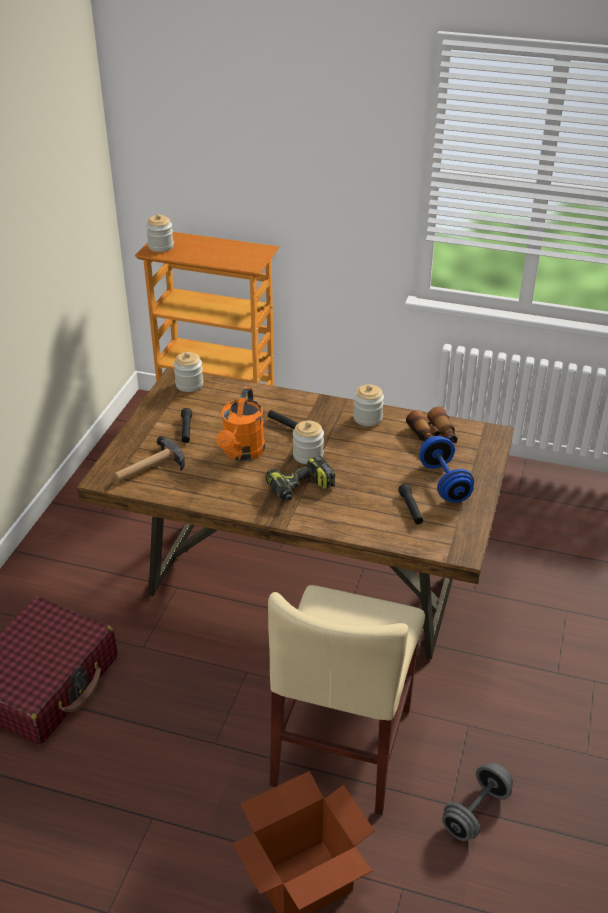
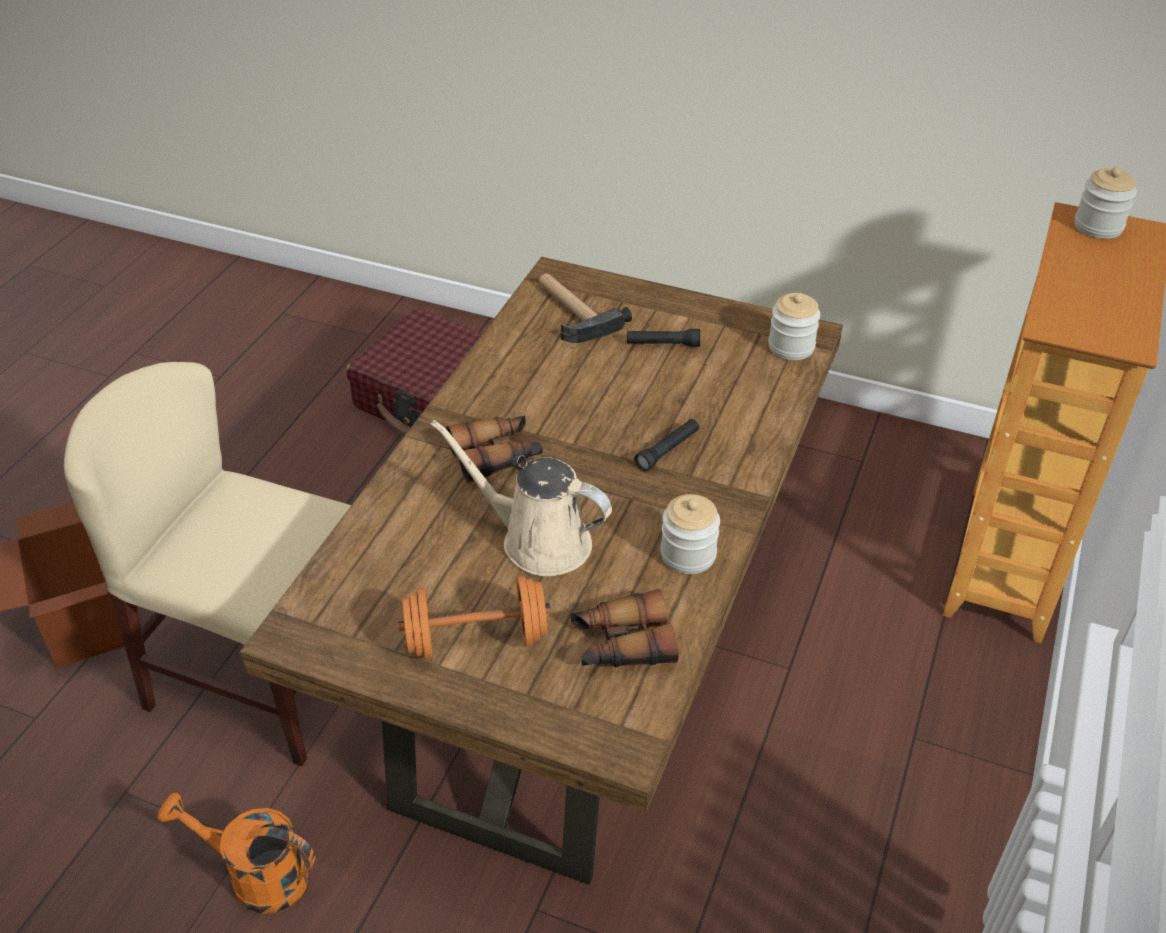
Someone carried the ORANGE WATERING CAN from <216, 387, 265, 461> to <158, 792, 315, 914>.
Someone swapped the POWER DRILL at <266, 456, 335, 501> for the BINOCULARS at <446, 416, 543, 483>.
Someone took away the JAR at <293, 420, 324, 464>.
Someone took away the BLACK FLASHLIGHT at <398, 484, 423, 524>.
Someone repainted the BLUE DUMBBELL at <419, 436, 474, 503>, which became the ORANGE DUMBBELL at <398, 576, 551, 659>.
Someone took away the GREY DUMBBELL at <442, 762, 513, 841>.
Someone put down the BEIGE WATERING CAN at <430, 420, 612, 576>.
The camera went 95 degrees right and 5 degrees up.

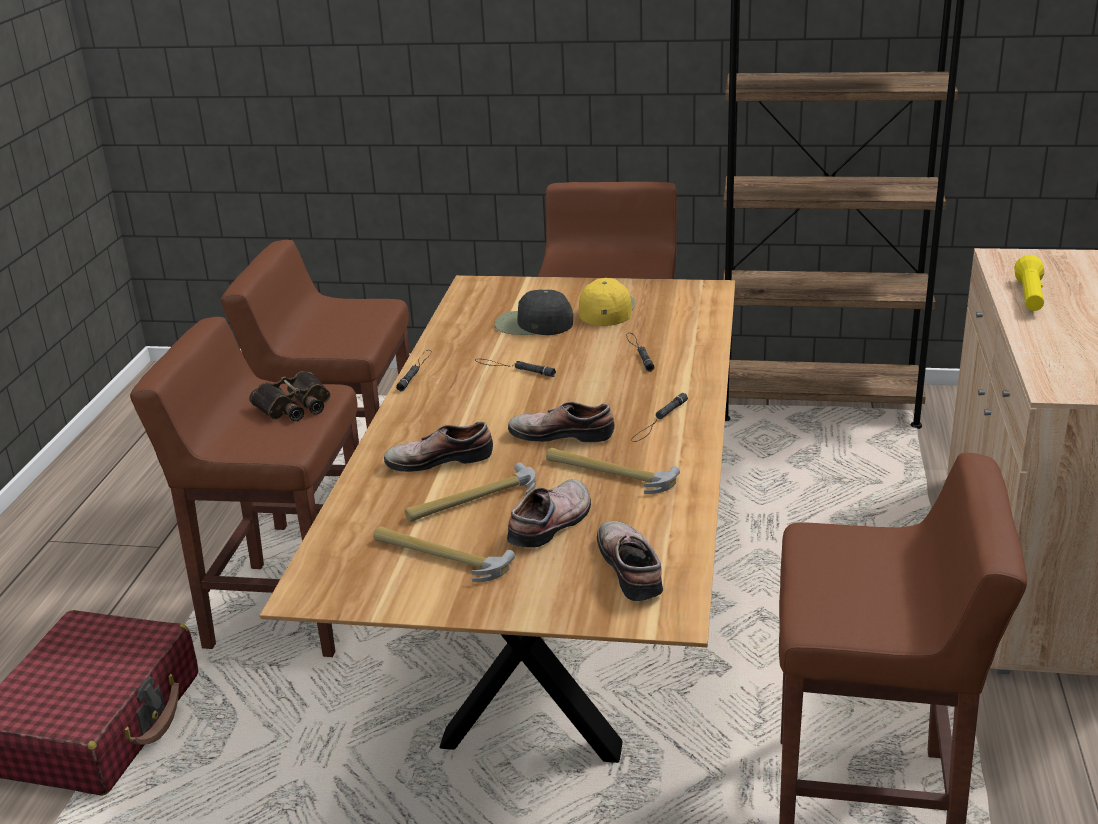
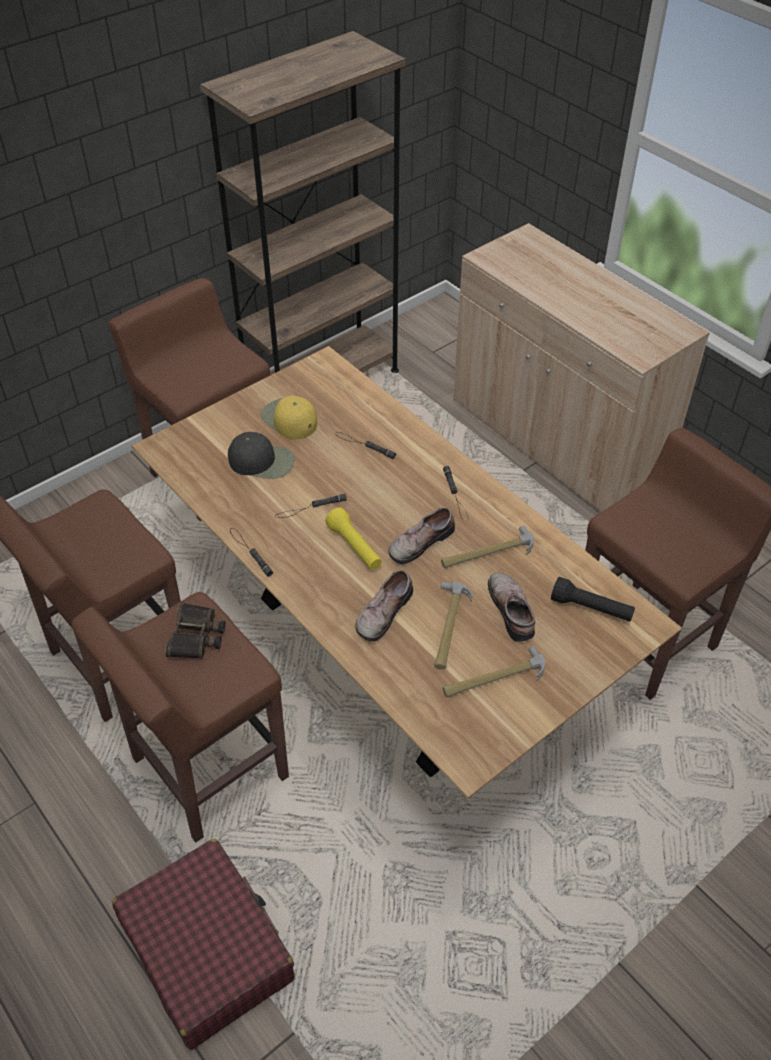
Someone rotated the BLACK CAP at <494, 289, 573, 335> by 135 degrees counterclockwise.
Someone swapped the SHOE at <597, 521, 663, 601> for the BLACK FLASHLIGHT at <551, 577, 635, 622>.
Someone carried the YELLOW FLASHLIGHT from <1014, 255, 1044, 311> to <325, 507, 382, 570>.
The camera went 50 degrees left and 20 degrees up.

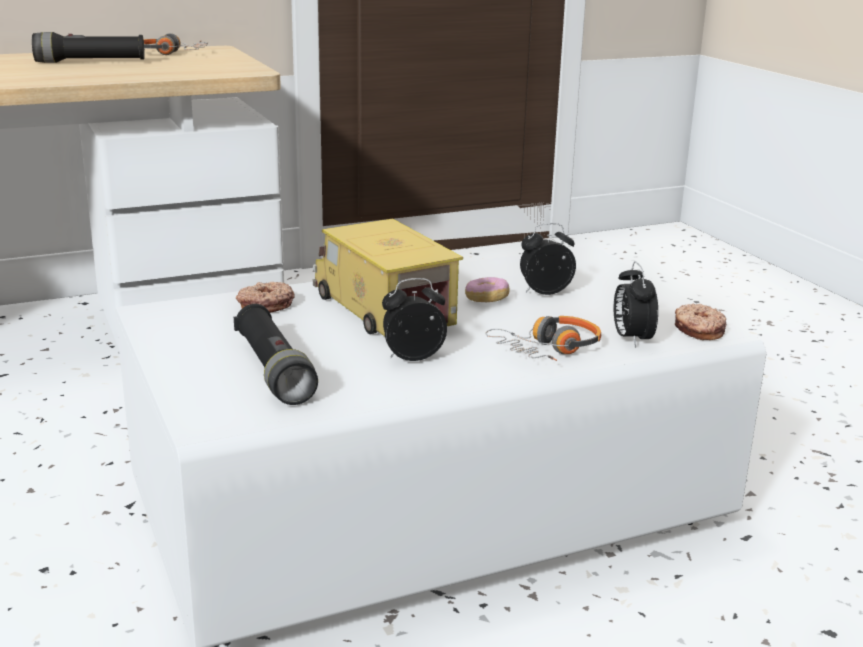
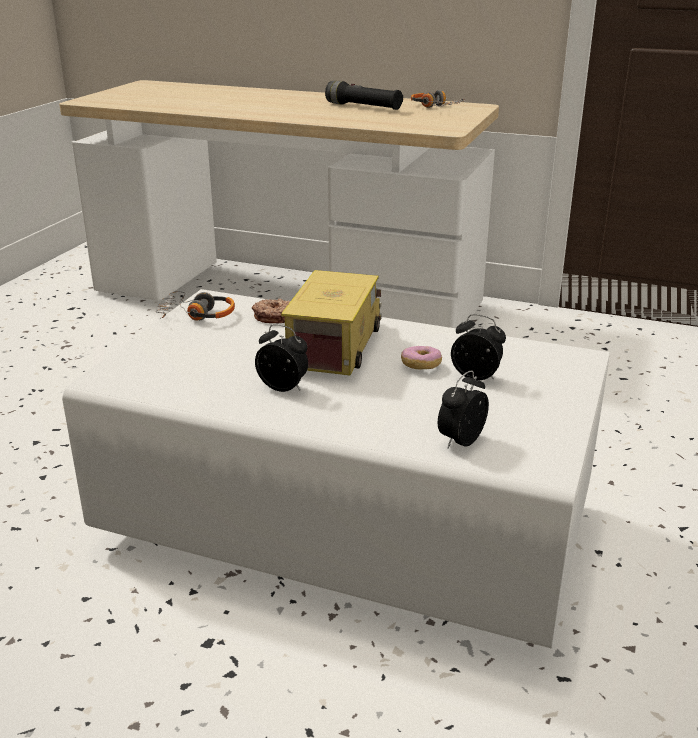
Someone took away the BLACK FLASHLIGHT at <234, 304, 318, 405>.
Someone carried the HEADPHONES from <485, 316, 601, 361> to <156, 291, 235, 320>.
Someone took away the DONUT at <675, 304, 726, 340>.
The camera went 45 degrees right and 5 degrees up.

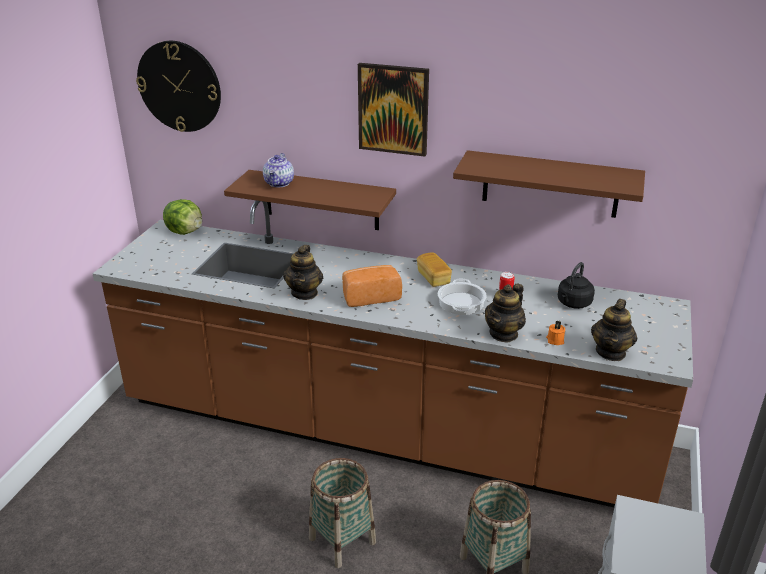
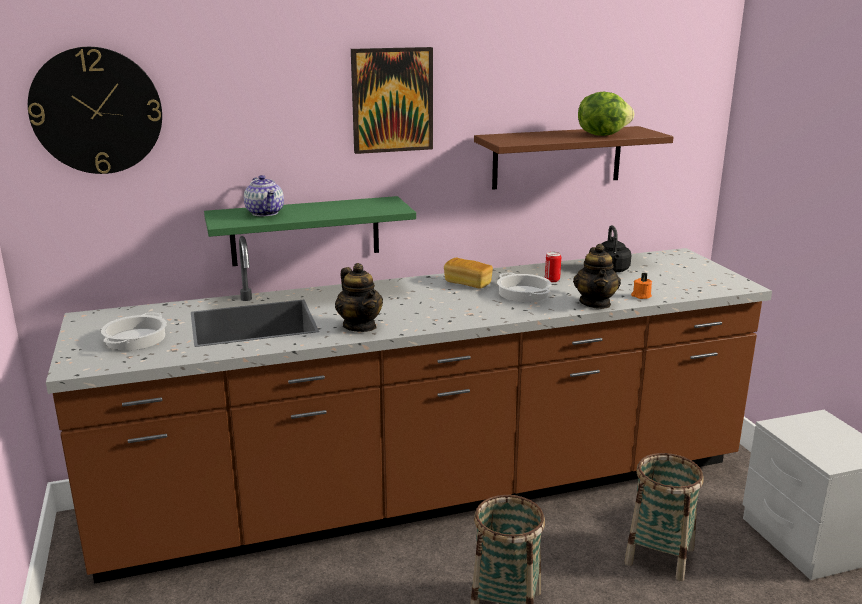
Someone carried the LETTUCE from <163, 199, 202, 235> to <578, 92, 634, 136>.
Someone repainted the BROWN SHELF at <224, 170, 396, 230>, which became the GREEN SHELF at <204, 196, 416, 266>.
Someone took away the BREAD at <342, 265, 402, 307>.
Someone took away the TEAPOT at <591, 299, 637, 361>.
Someone put down the COOKING POT at <101, 313, 167, 350>.
The camera went 35 degrees left and 10 degrees down.

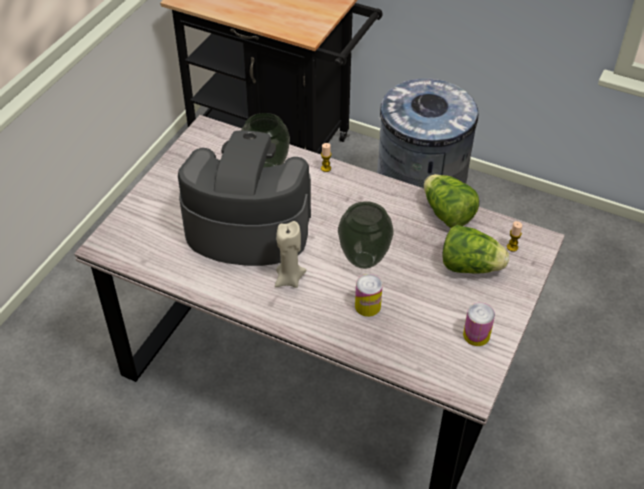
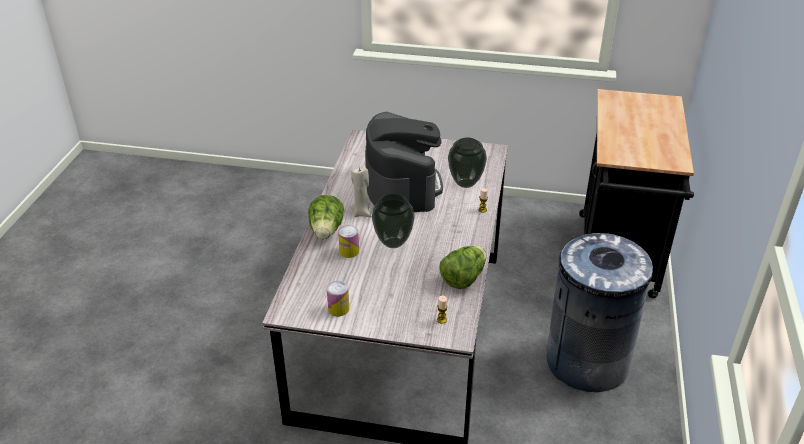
Someone carried the LETTUCE from <442, 225, 509, 274> to <308, 195, 344, 239>.
The camera went 75 degrees right and 10 degrees down.

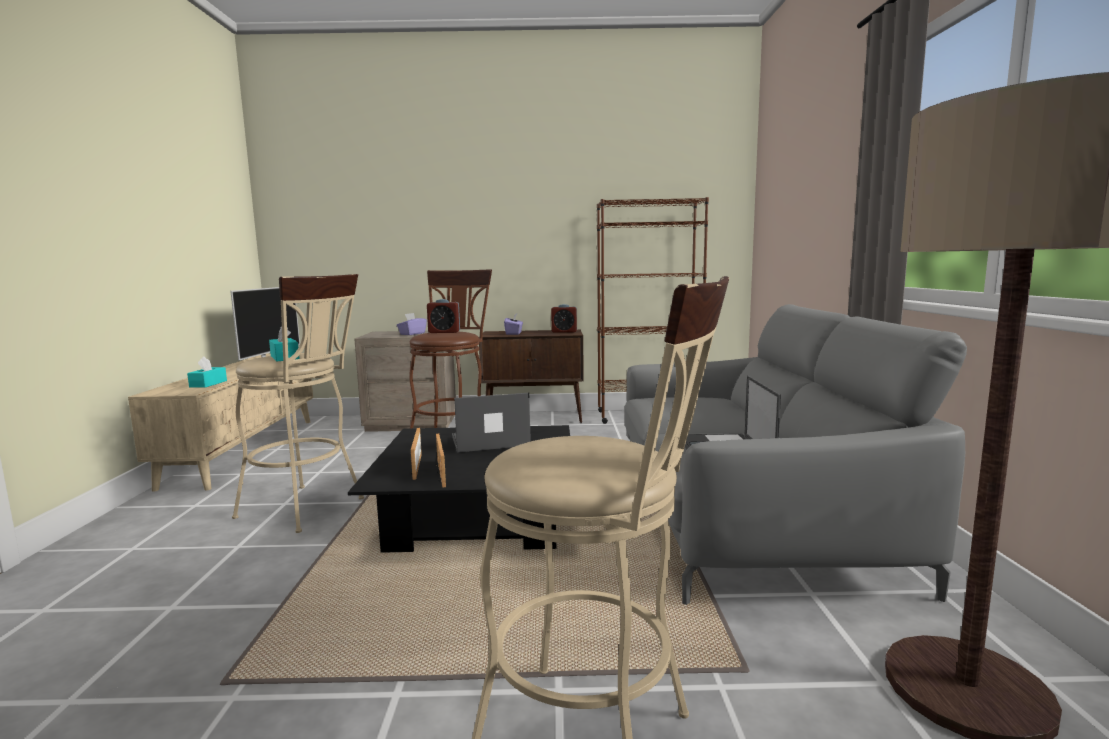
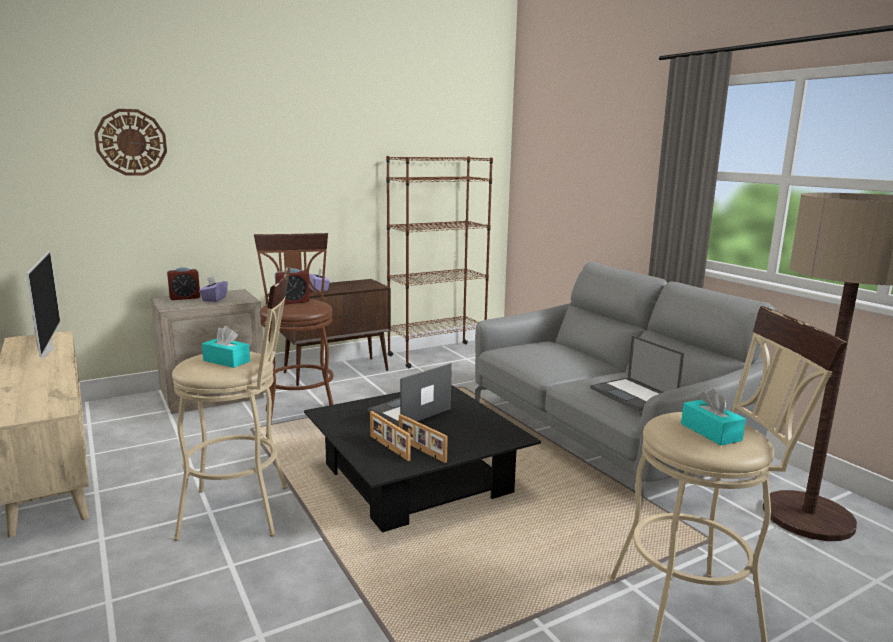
Someone carried the TURQUOISE TISSUE BOX from <187, 356, 227, 388> to <681, 389, 746, 446>.
Someone carried the ALARM CLOCK from <551, 304, 577, 333> to <167, 267, 200, 300>.
Someone put up the WALL CLOCK at <94, 109, 167, 176>.
The camera went 30 degrees left and 5 degrees up.

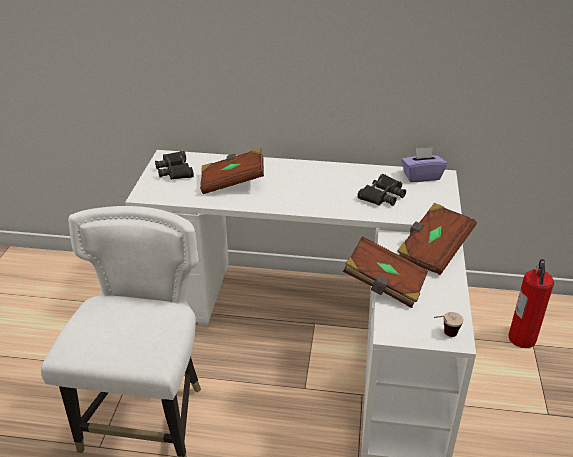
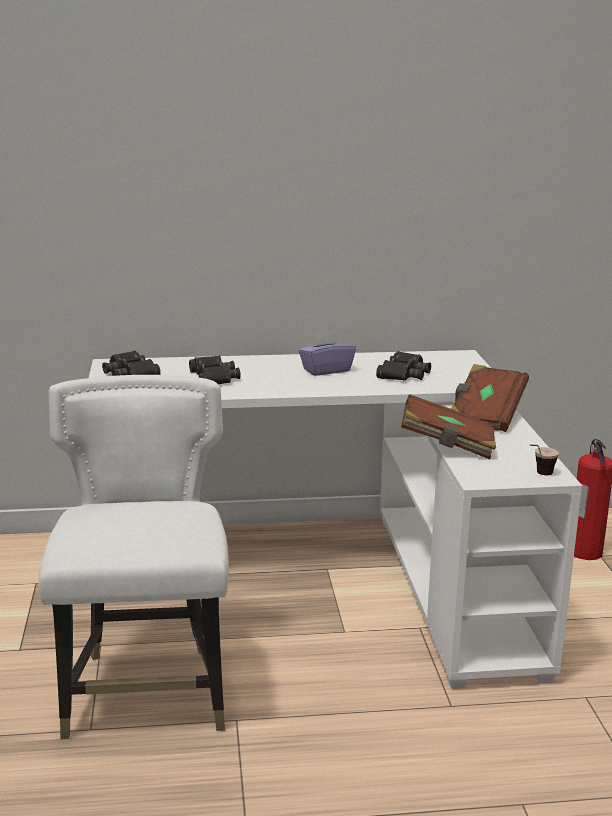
Someone swapped the BROWN BOOK at <200, 148, 264, 194> for the BLACK BINOCULARS at <189, 356, 241, 384>.
Someone carried the PURPLE TISSUE BOX from <401, 147, 447, 182> to <299, 330, 356, 376>.
The camera went 15 degrees left and 15 degrees down.

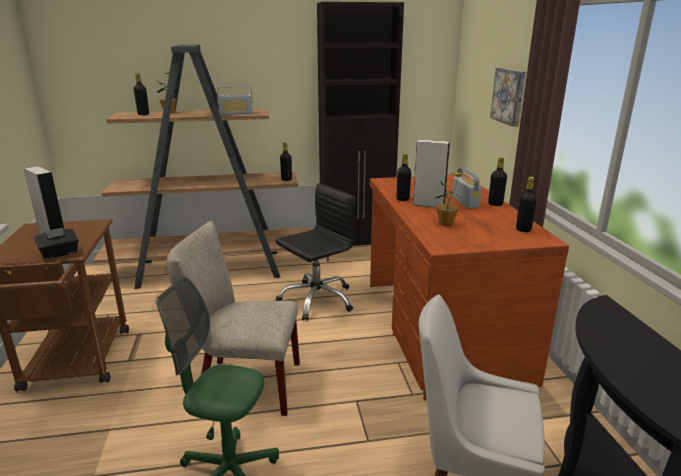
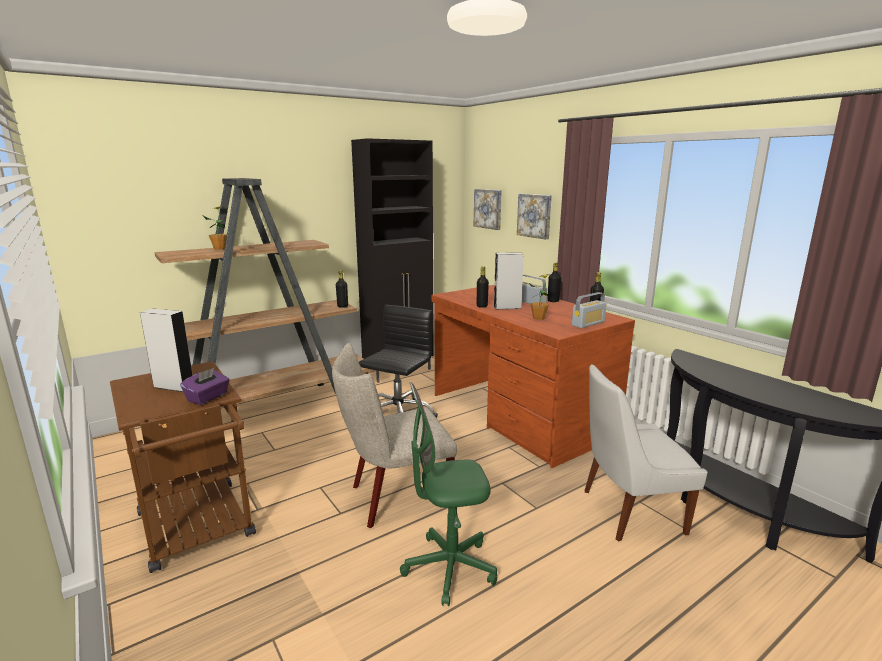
Someone repainted the BLACK TISSUE BOX at <34, 228, 78, 259>, which became the PURPLE TISSUE BOX at <180, 368, 230, 405>.
Someone took away the BLACK BOTTLE at <134, 73, 149, 115>.
Someone carried the RADIO from <217, 86, 253, 115> to <572, 292, 607, 328>.
Someone put up the PICTURE at <474, 189, 502, 230>.
The camera went 25 degrees left and 5 degrees down.

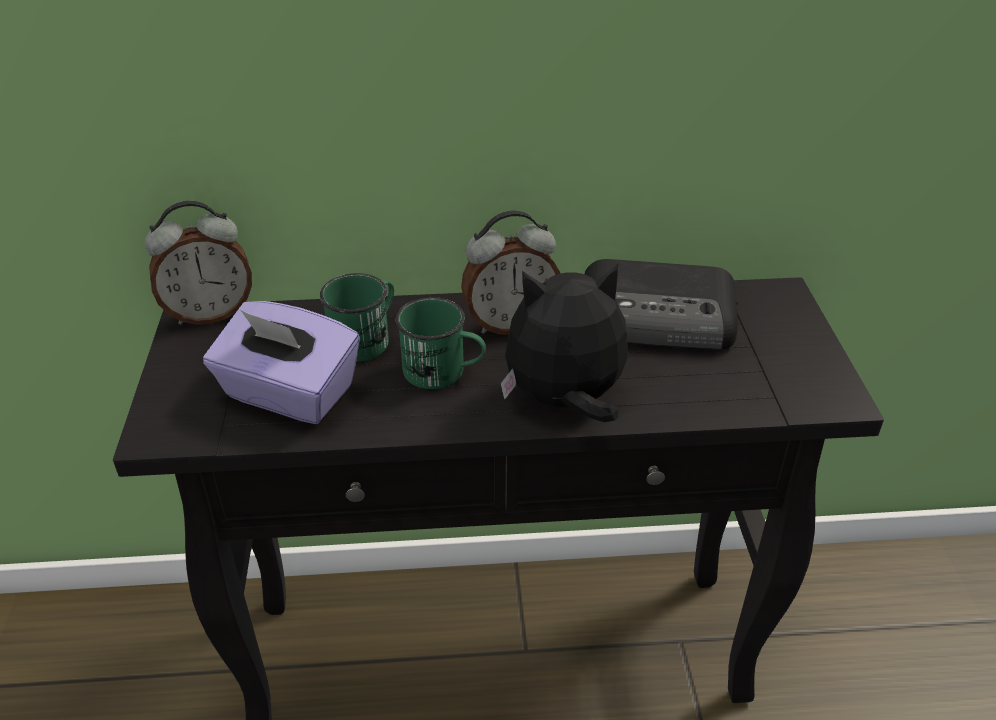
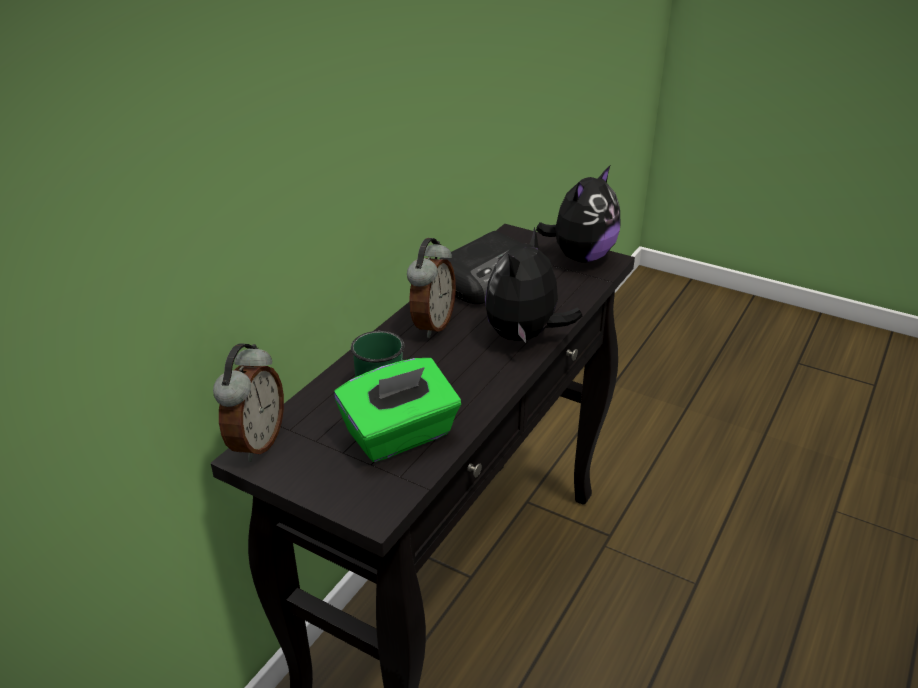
Someone repainted the PURPLE TISSUE BOX at <203, 301, 360, 424>, which became the GREEN TISSUE BOX at <334, 358, 461, 462>.
Someone took away the GREEN MUG at <396, 297, 486, 389>.
Someone put down the PLUSH TOY at <536, 166, 621, 263>.
The camera went 55 degrees left and 5 degrees down.

